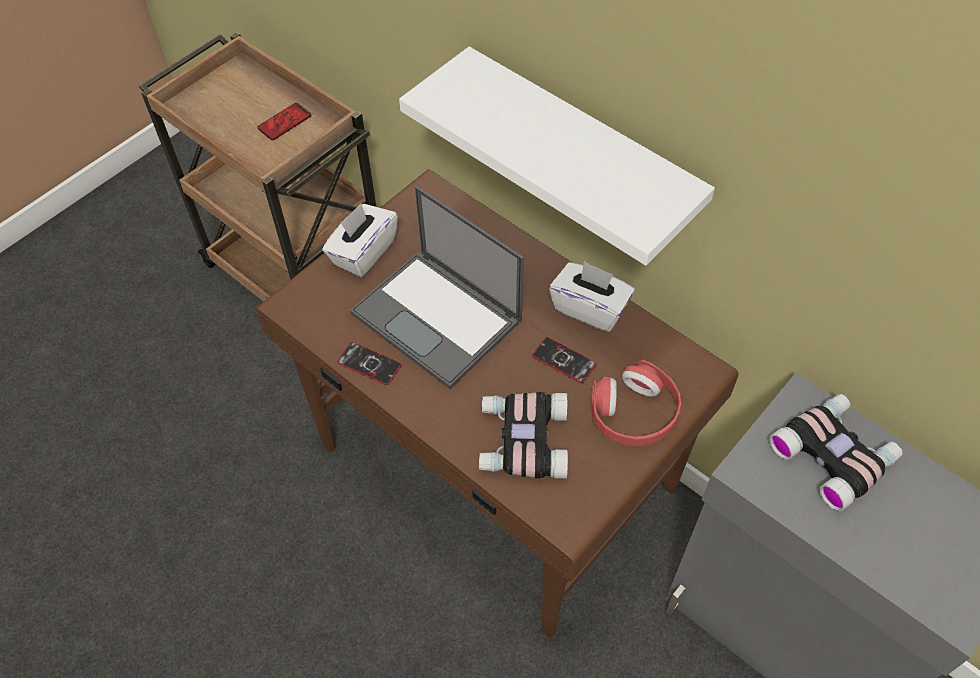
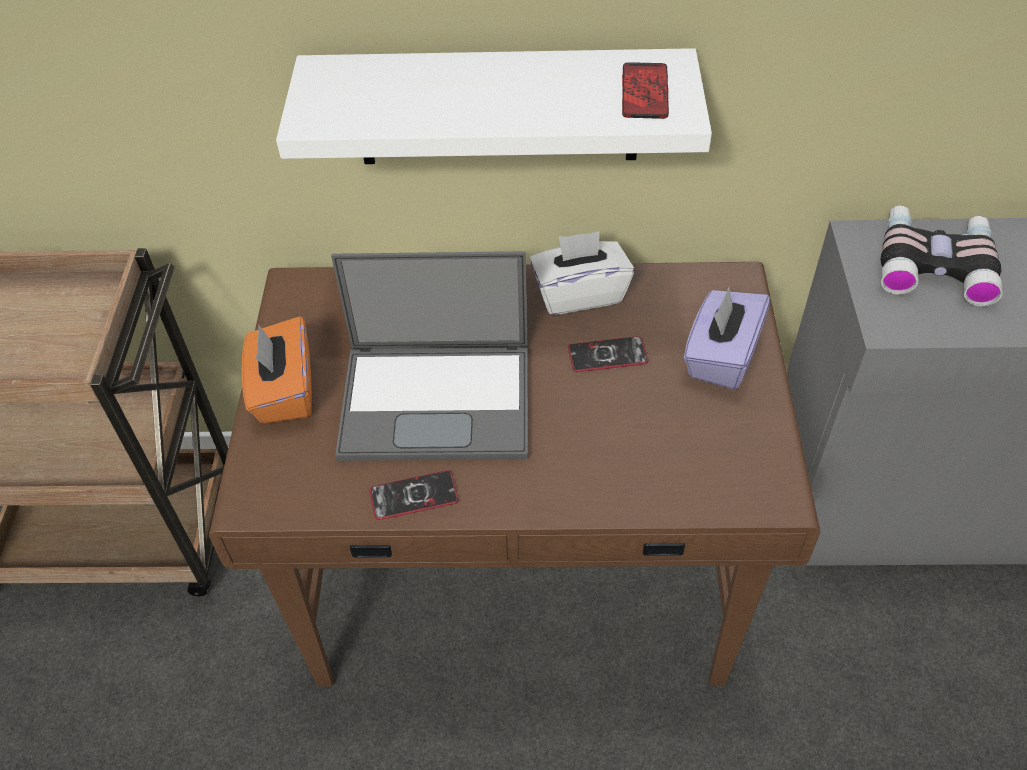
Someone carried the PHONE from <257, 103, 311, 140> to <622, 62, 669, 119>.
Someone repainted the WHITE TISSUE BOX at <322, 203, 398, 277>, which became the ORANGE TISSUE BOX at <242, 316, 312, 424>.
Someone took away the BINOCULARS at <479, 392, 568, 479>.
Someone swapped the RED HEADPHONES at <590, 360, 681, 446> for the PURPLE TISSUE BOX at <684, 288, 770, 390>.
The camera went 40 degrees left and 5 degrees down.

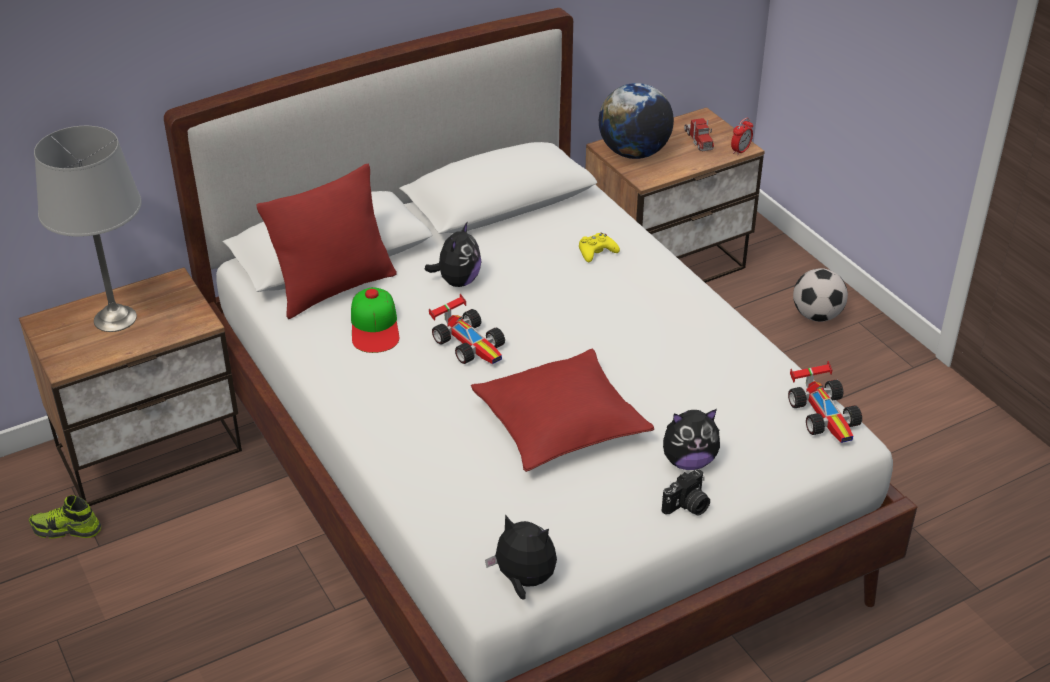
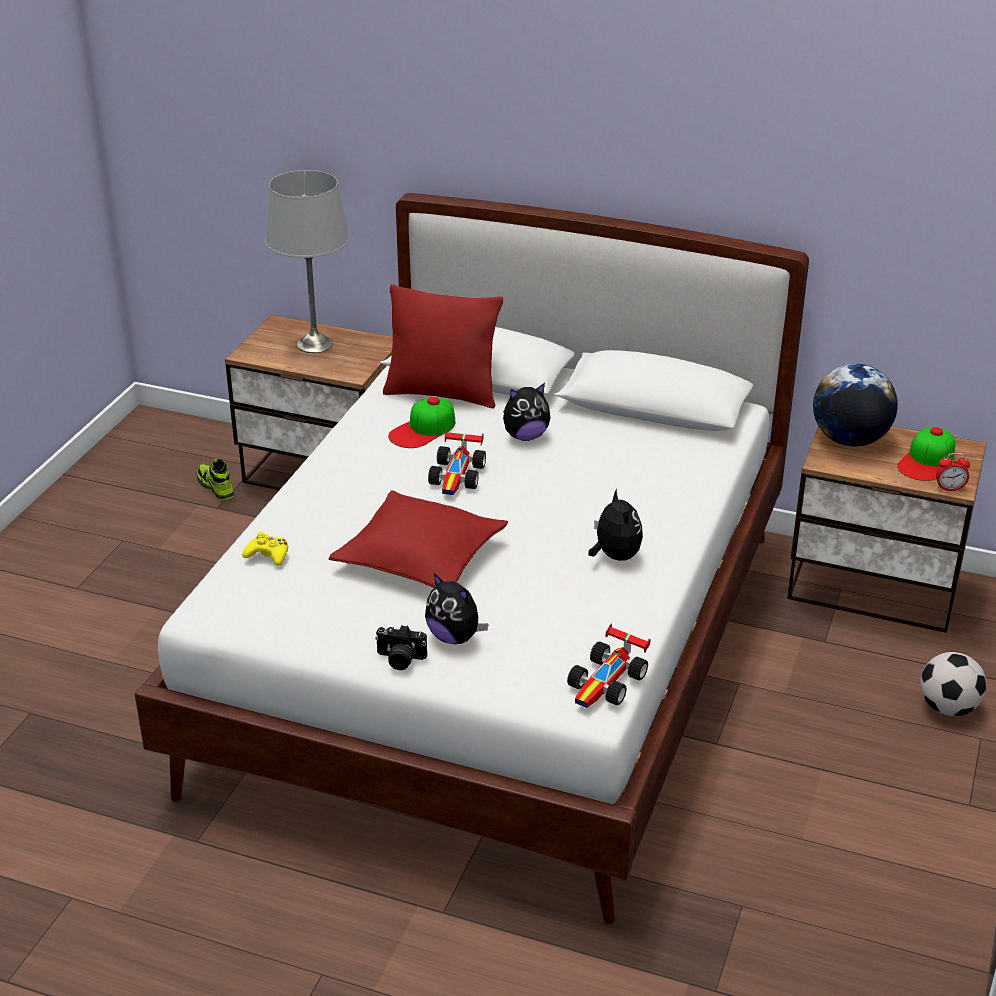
Someone carried the PLUSH TOY from <485, 514, 557, 600> to <588, 488, 643, 561>.
Someone carried the YELLOW GAME CONTROLLER from <579, 233, 620, 262> to <242, 532, 288, 566>.
Someone swapped the TOY TRUCK at <684, 118, 714, 151> for the CAP at <897, 427, 955, 481>.
The camera went 50 degrees right and 5 degrees down.

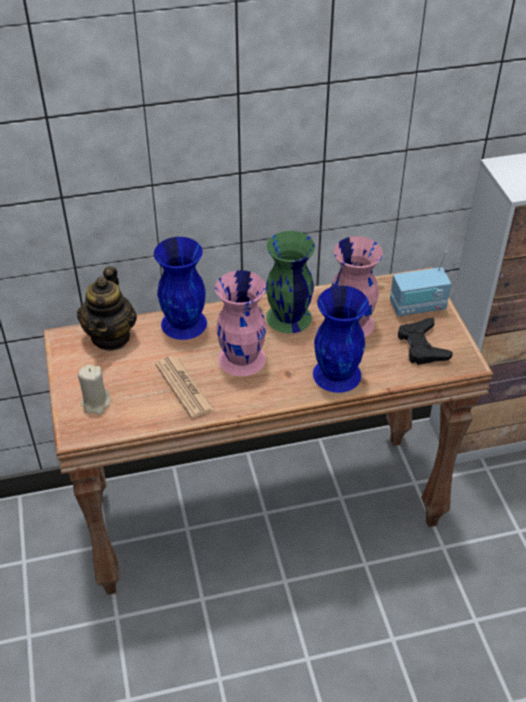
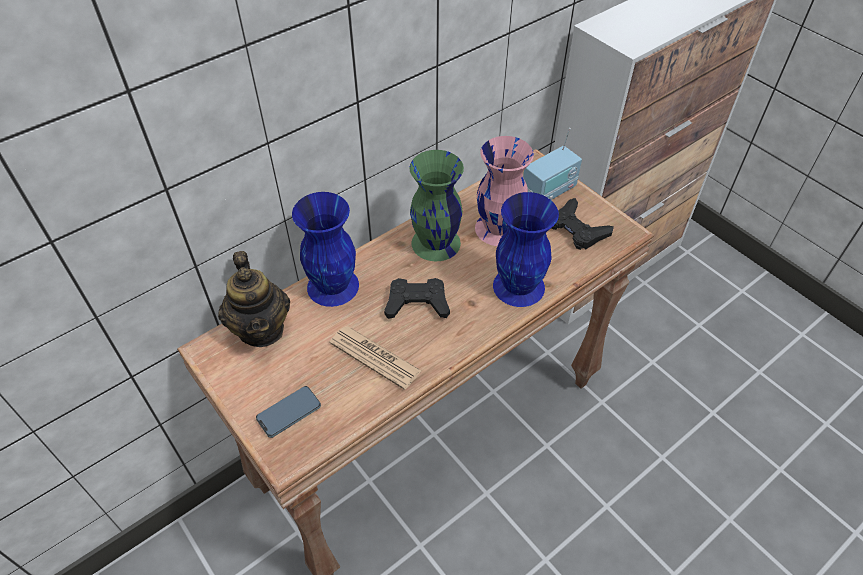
Someone swapped the BEIGE CANDLE at <78, 364, 111, 415> for the PHONE at <256, 386, 321, 438>.
Someone swapped the PINK VASE at <215, 270, 267, 376> for the BLACK GAME CONTROLLER at <384, 278, 450, 319>.
The camera went 25 degrees left and 5 degrees up.

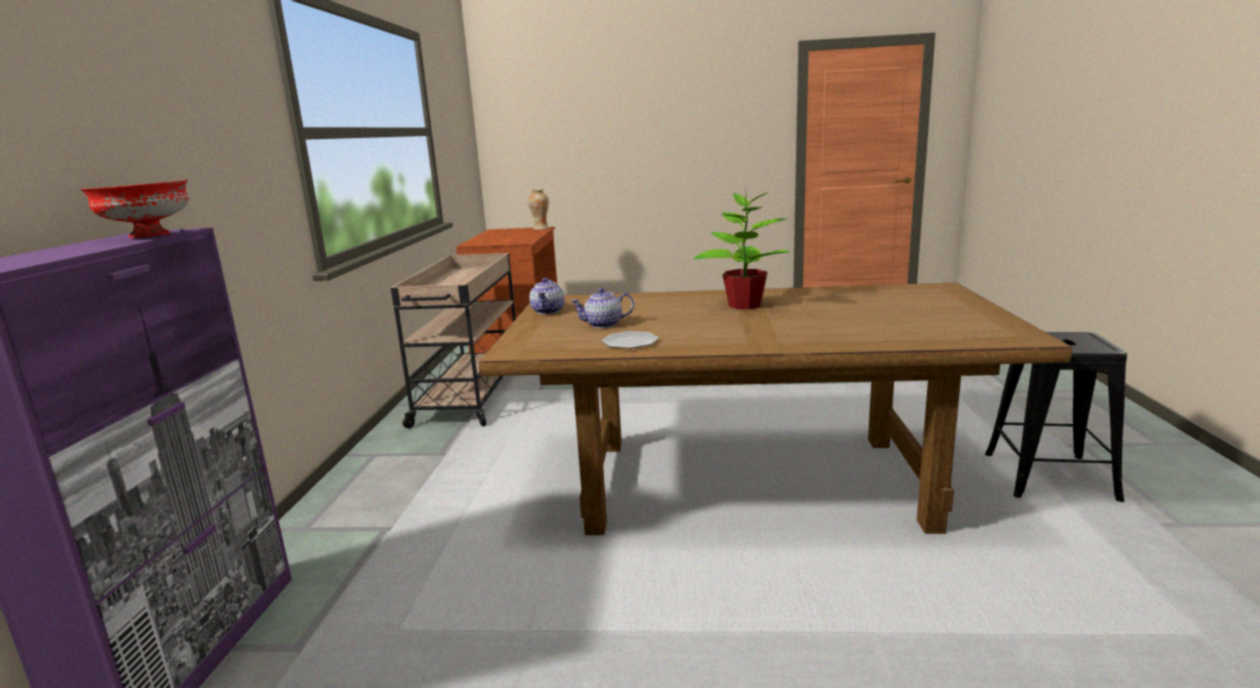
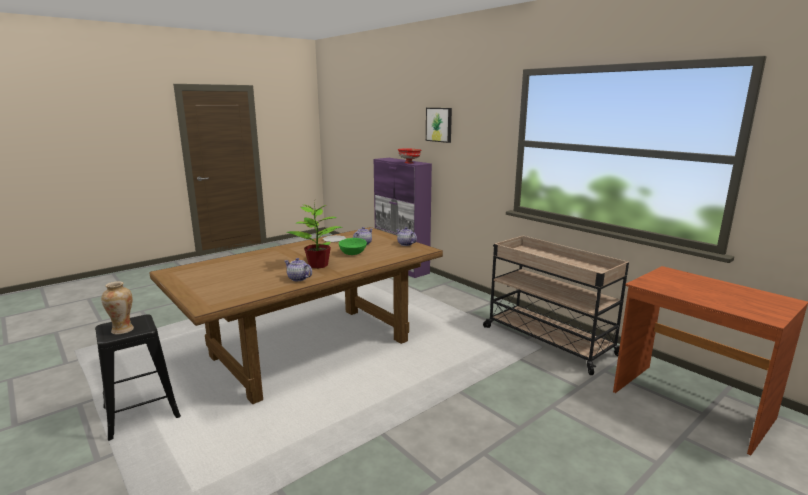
Someone carried the VASE from <528, 189, 549, 230> to <101, 282, 134, 335>.
Someone put down the TEAPOT at <285, 258, 312, 281>.
Someone put down the GREEN BOWL at <339, 238, 367, 255>.
Someone put up the PICTURE at <426, 108, 452, 143>.
The camera went 135 degrees right and 0 degrees up.

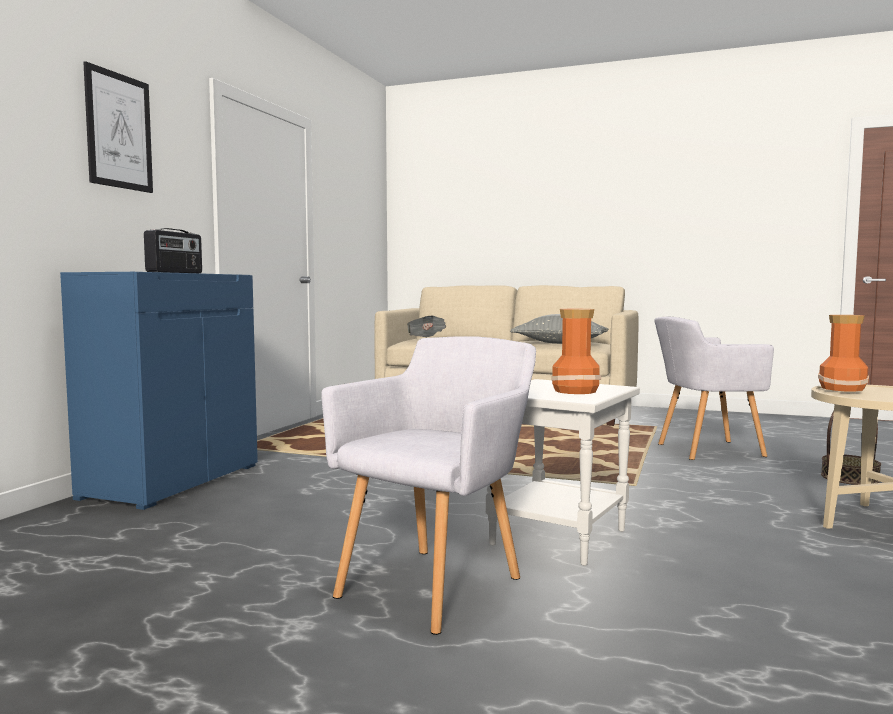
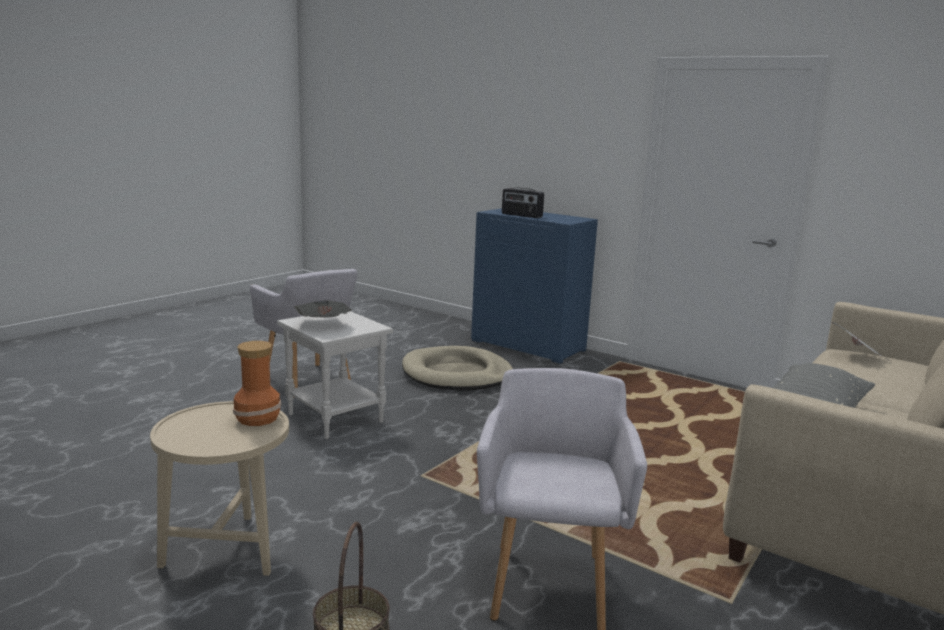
Someone took away the PICTURE at <83, 61, 153, 193>.
Someone swapped the VASE at <551, 309, 601, 394> for the NEWSPAPER at <294, 300, 351, 318>.
Someone put down the BEIGE DOG BED at <402, 346, 513, 390>.
The camera went 105 degrees right and 10 degrees up.

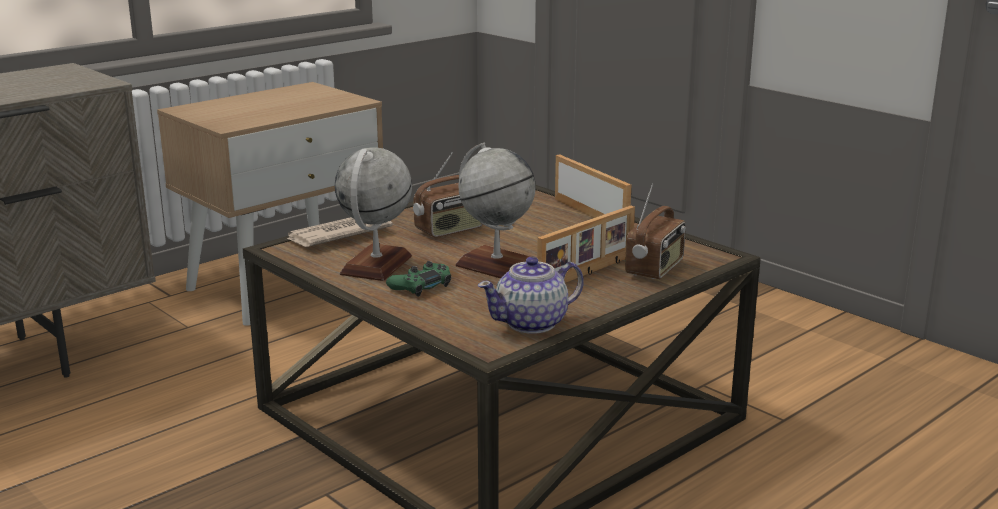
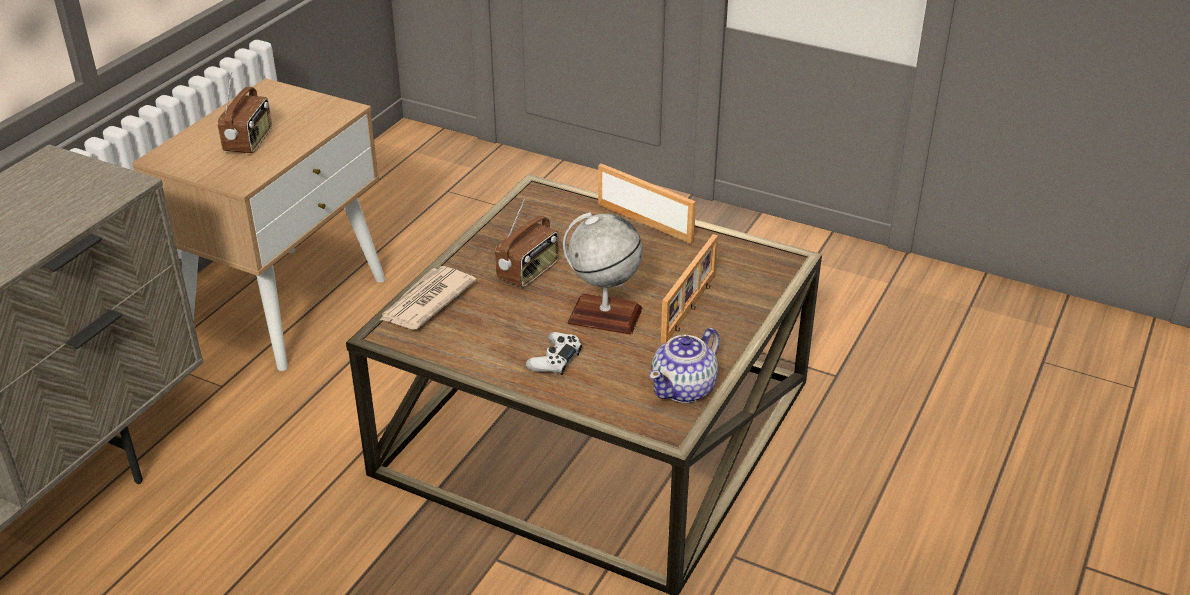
Someone took away the GLOBE at <335, 147, 412, 281>.
Someone repainted the GREEN GAME CONTROLLER at <386, 261, 451, 297>, which became the WHITE GAME CONTROLLER at <526, 332, 582, 375>.
Someone carried the RADIO from <625, 183, 686, 279> to <218, 72, 272, 153>.
The camera went 20 degrees left and 15 degrees up.

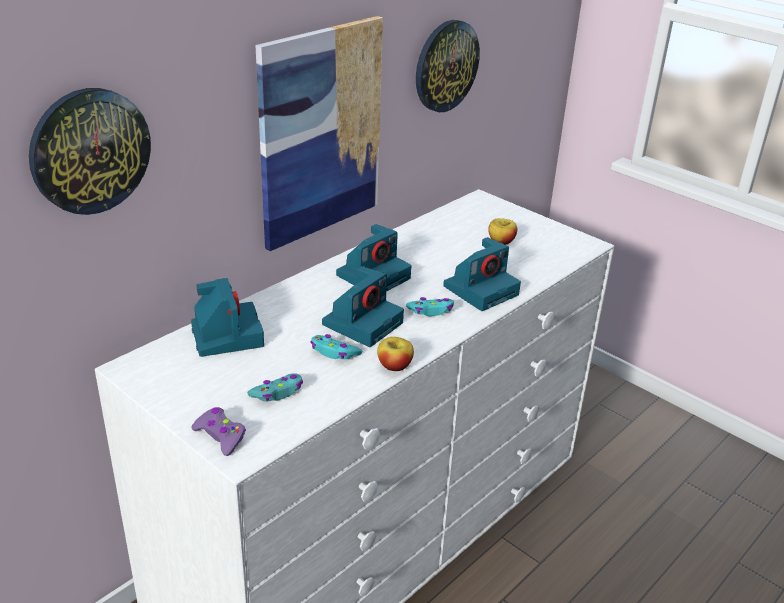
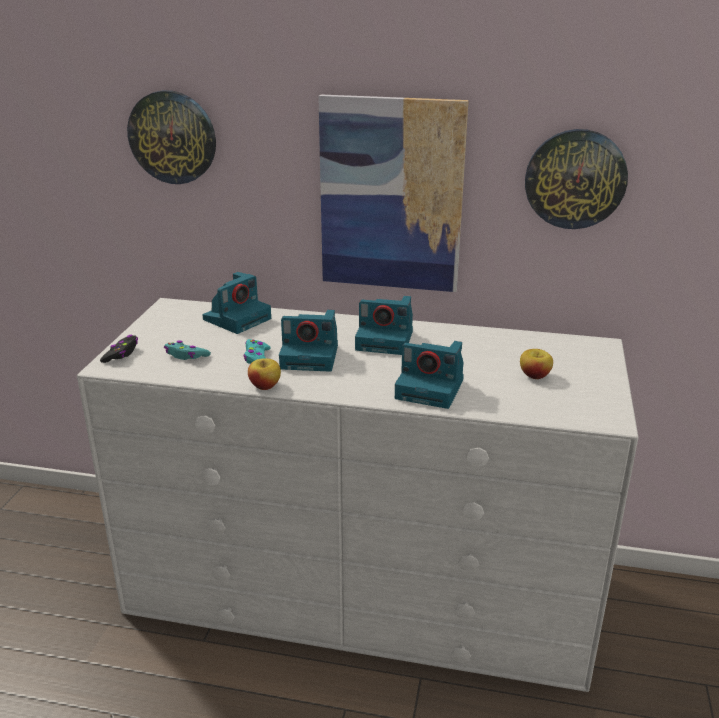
Someone repainted the PURPLE GAME CONTROLLER at <191, 407, 246, 456>, which became the BLACK GAME CONTROLLER at <100, 334, 138, 363>.
Someone took away the TURQUOISE GAME CONTROLLER at <406, 297, 454, 316>.
The camera went 60 degrees right and 5 degrees down.

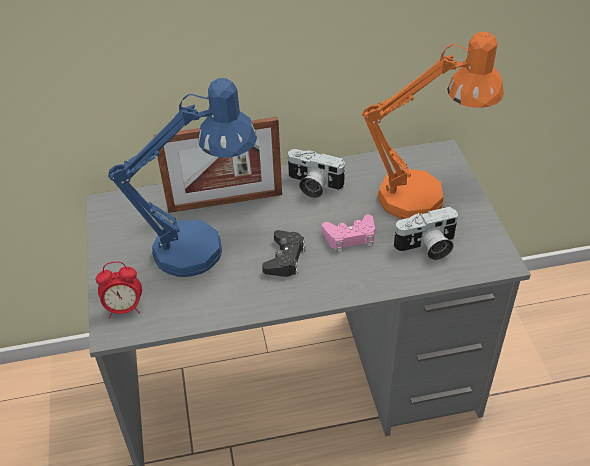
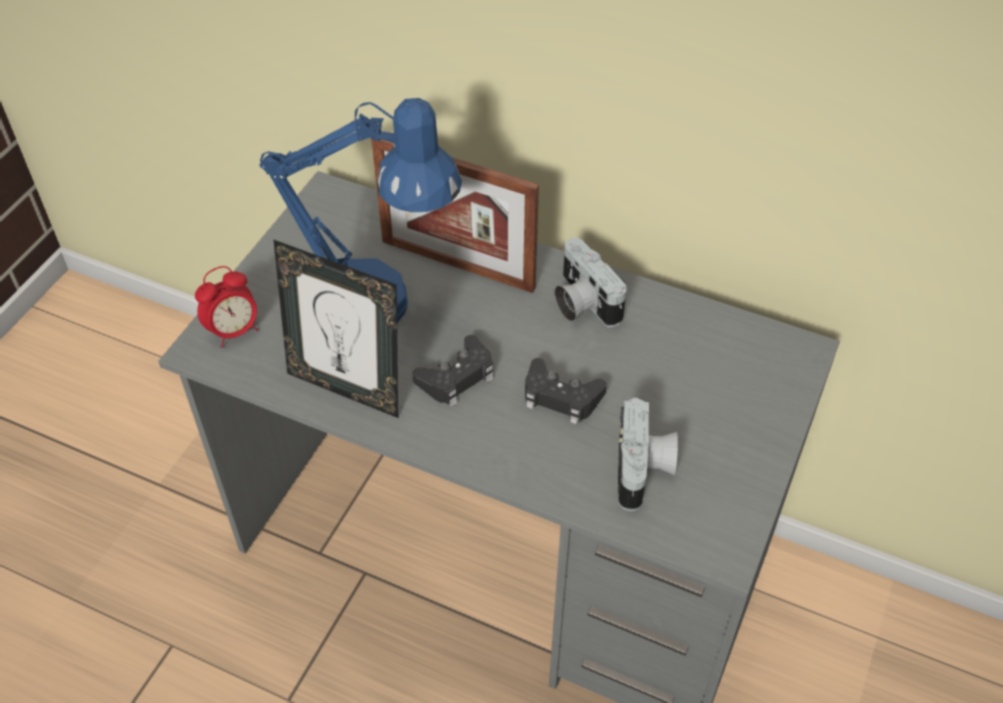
Someone rotated the ALARM CLOCK at <96, 261, 142, 318> by 60 degrees counterclockwise.
Someone repainted the PINK GAME CONTROLLER at <322, 214, 375, 252>, which became the BLACK GAME CONTROLLER at <525, 358, 607, 425>.
Someone took away the ORANGE TABLE LAMP at <362, 32, 504, 219>.
Someone rotated the PHOTO CAMERA at <393, 207, 458, 260> by 105 degrees counterclockwise.
Someone put down the PICTURE FRAME at <274, 240, 398, 418>.
The camera went 35 degrees right and 5 degrees up.

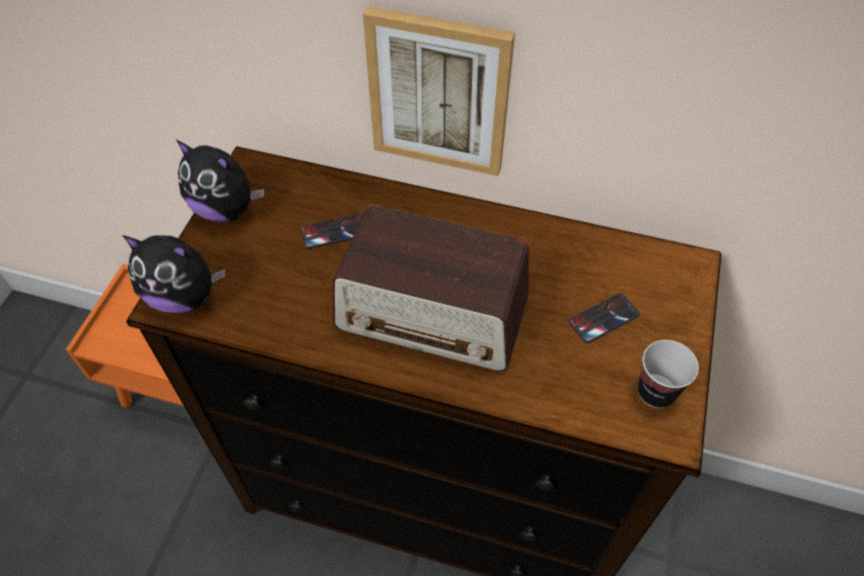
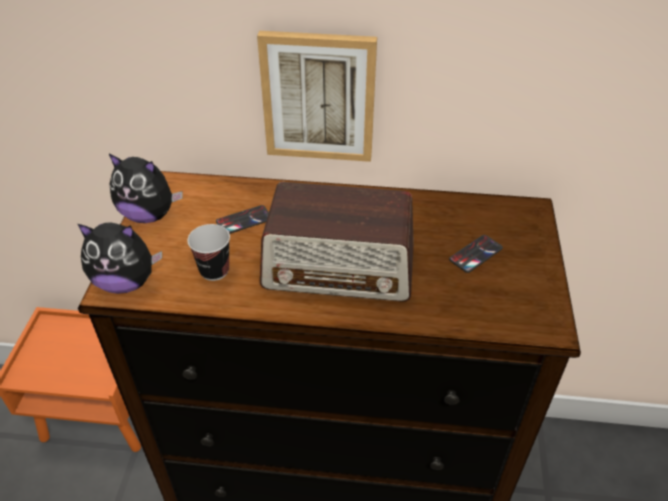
Someone carried the CUP from <638, 340, 699, 408> to <187, 224, 230, 281>.
The camera went 10 degrees left and 10 degrees down.

